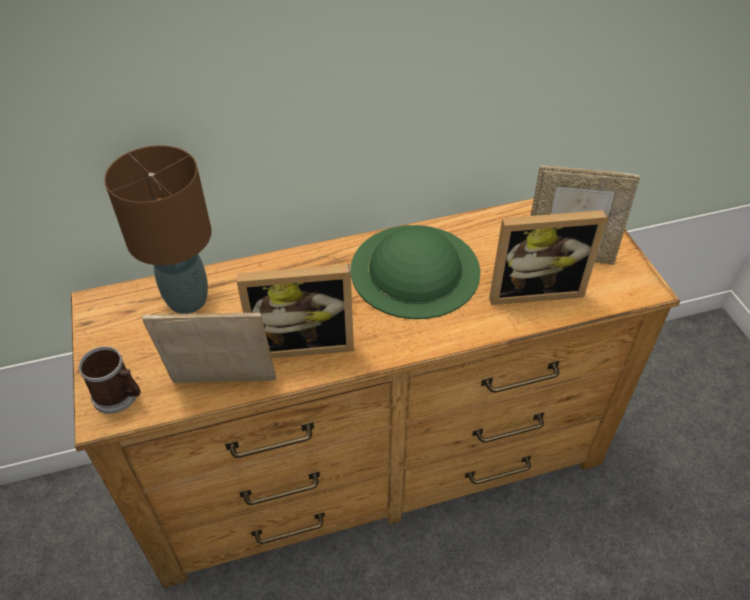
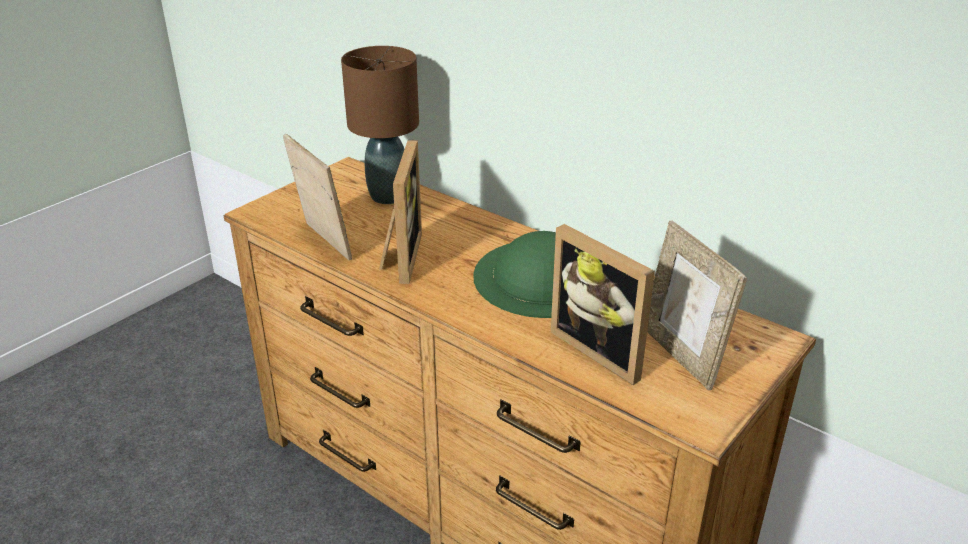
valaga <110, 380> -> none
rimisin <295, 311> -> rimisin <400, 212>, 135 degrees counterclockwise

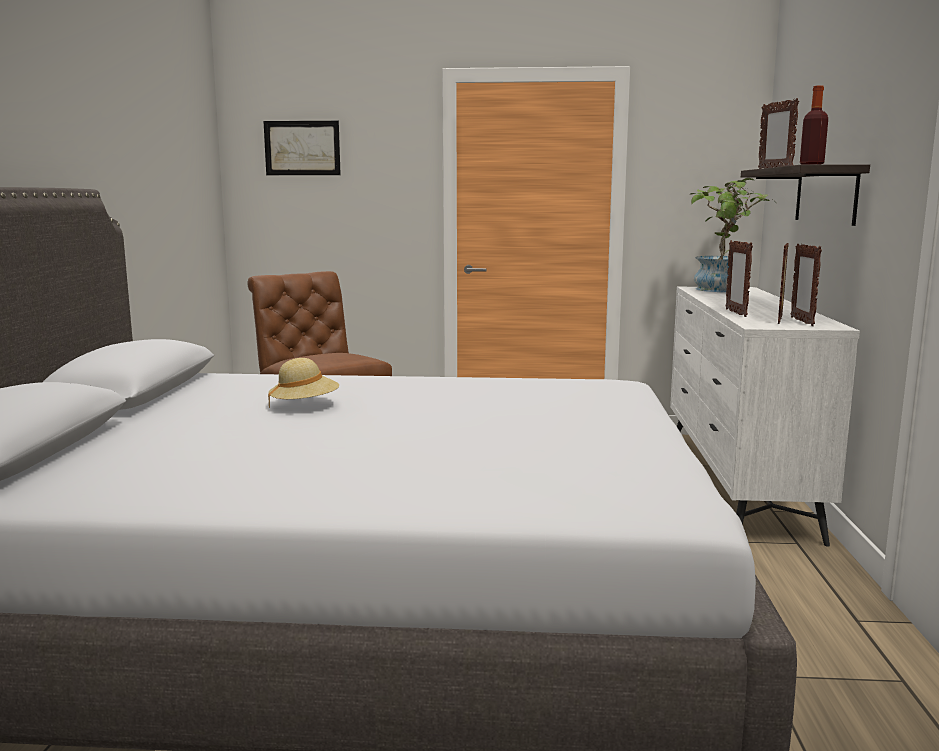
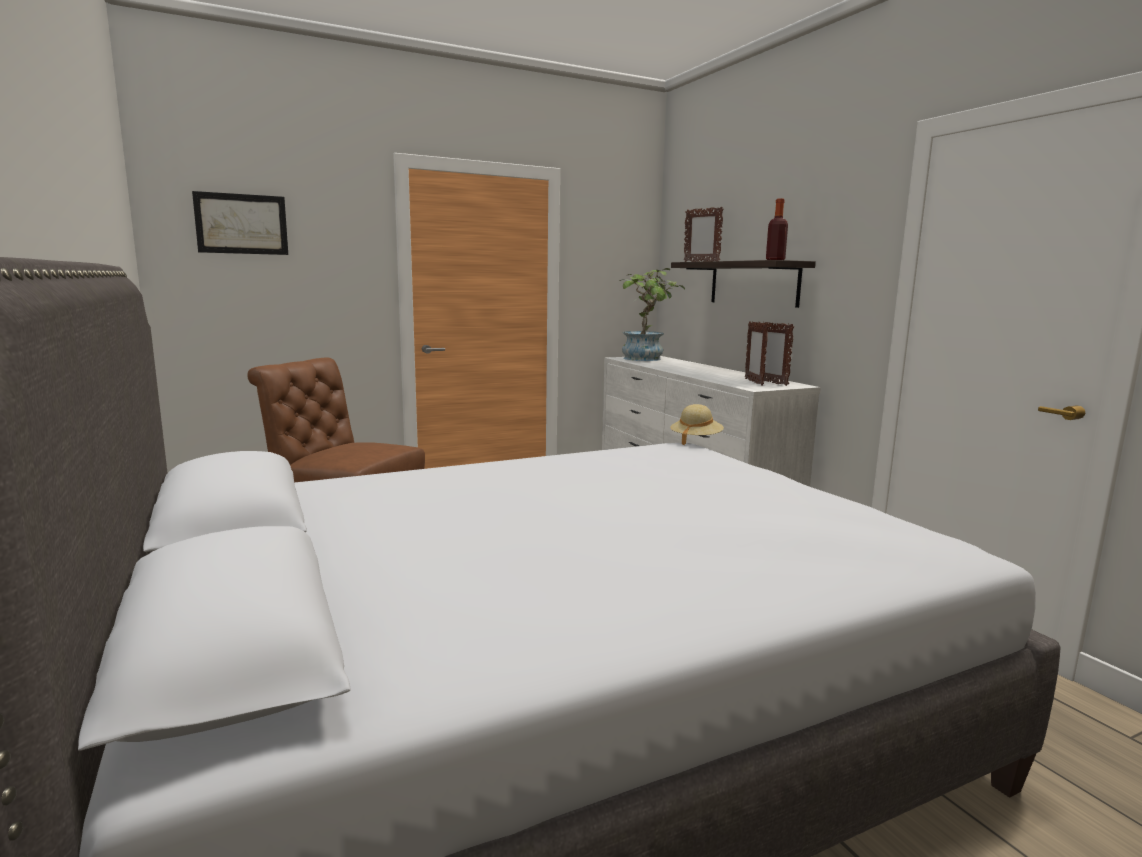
rimisin <739, 278> -> none
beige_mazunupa <303, 383> -> beige_mazunupa <697, 424>, moved

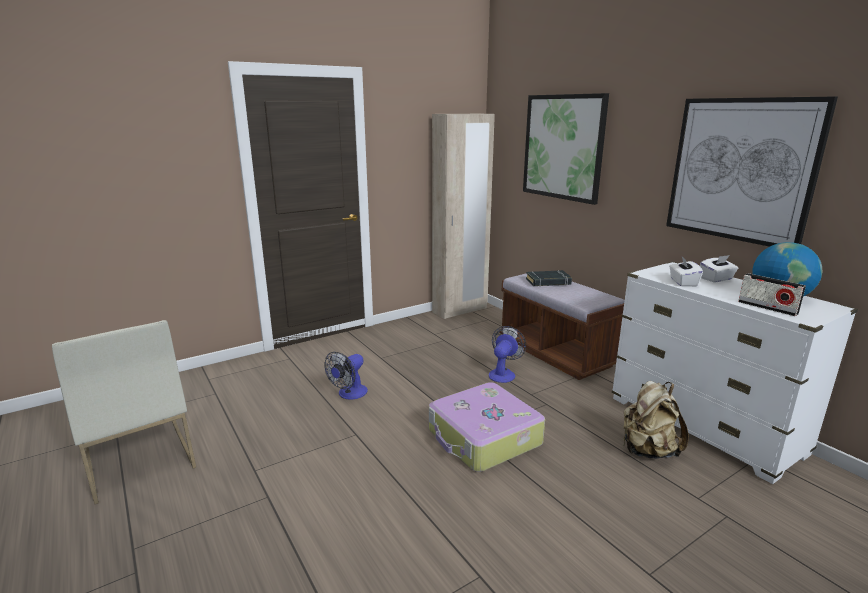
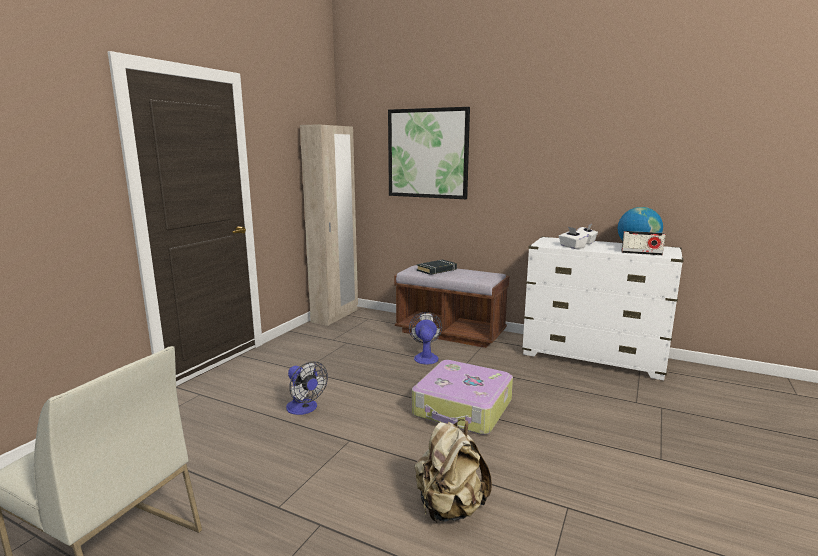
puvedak <752, 172> -> none
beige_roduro <656, 420> -> beige_roduro <453, 470>, moved
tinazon <346, 376> -> tinazon <307, 388>, 45 degrees counterclockwise

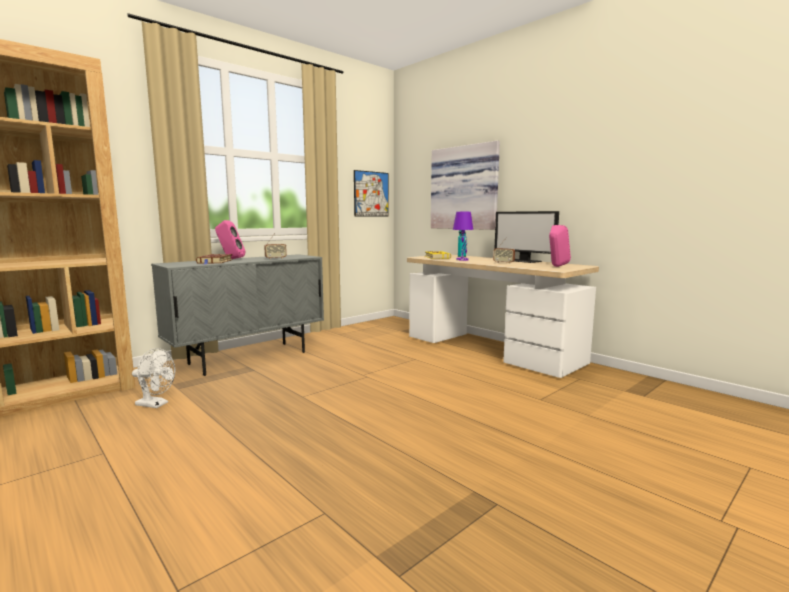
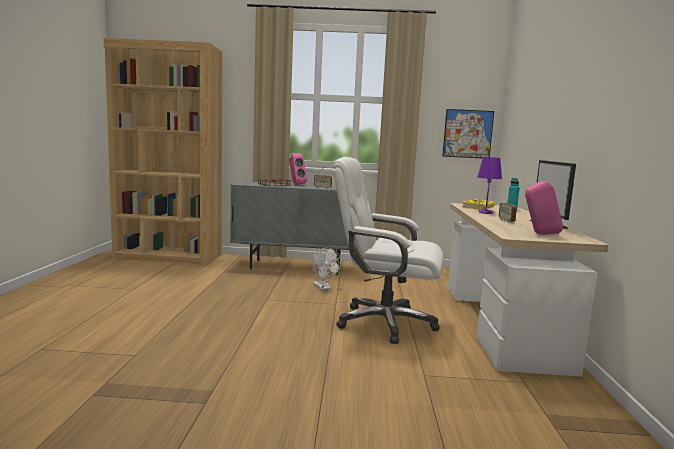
puvedak <465, 185> -> none
none -> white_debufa <388, 250>
white_tinazon <153, 378> -> white_tinazon <326, 269>, moved

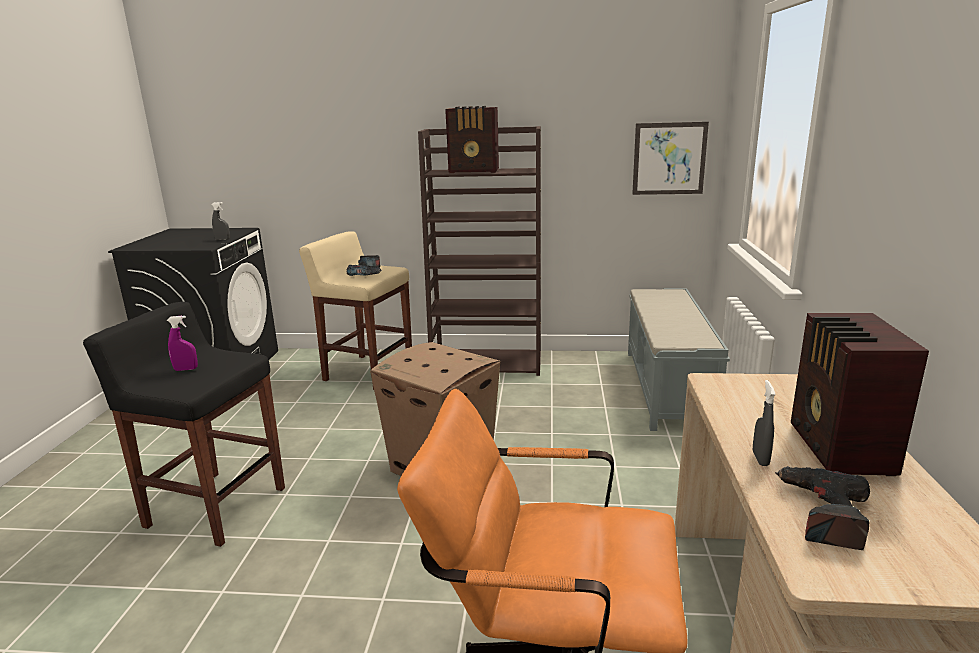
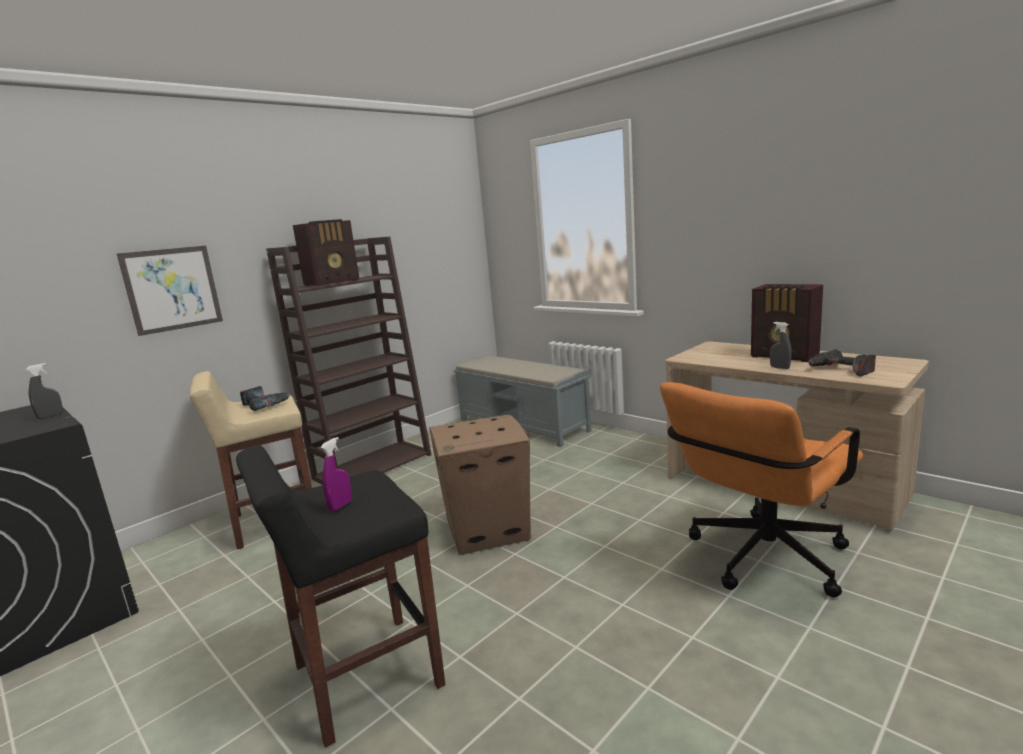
puvedak <670, 158> -> puvedak <170, 291>, moved

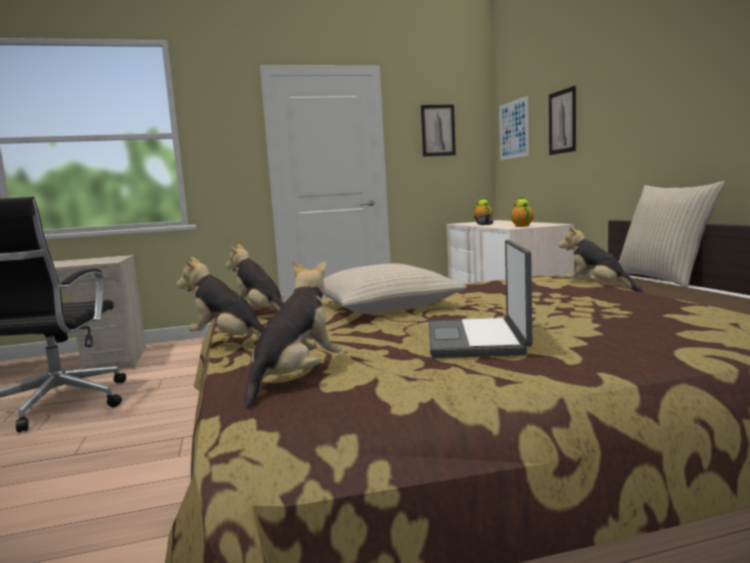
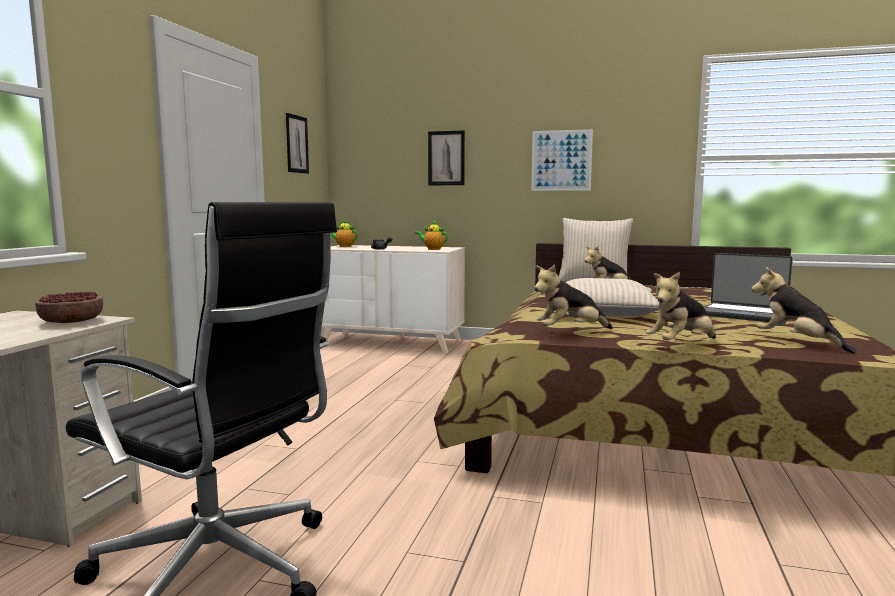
none -> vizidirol <69, 307>
puvedak <514, 128> -> puvedak <562, 160>, moved

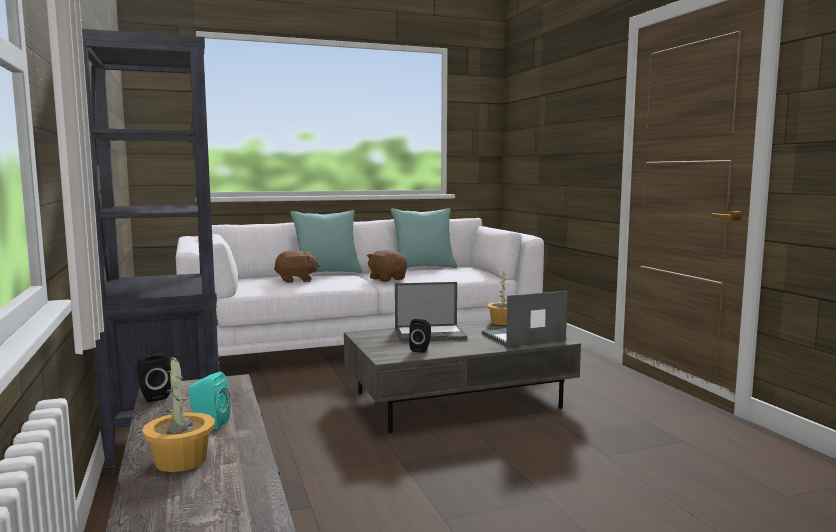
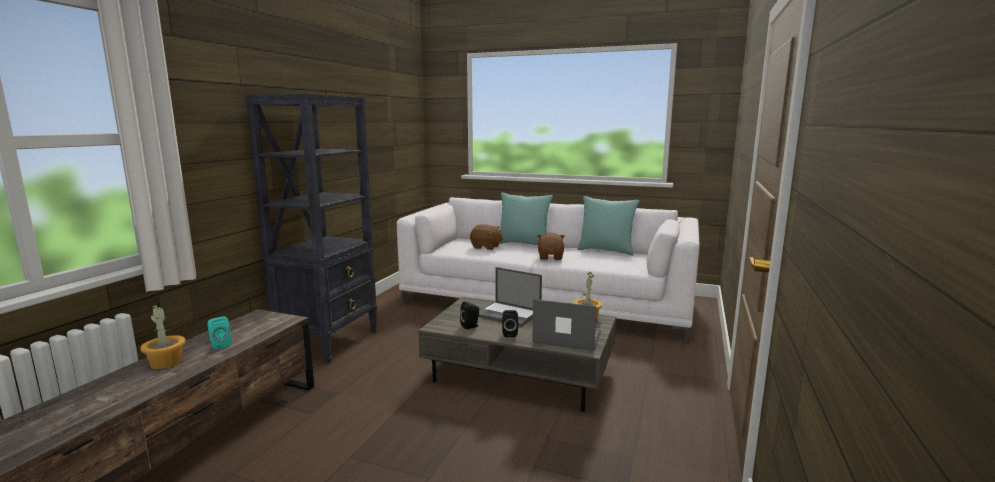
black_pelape <154, 377> -> black_pelape <510, 323>, moved

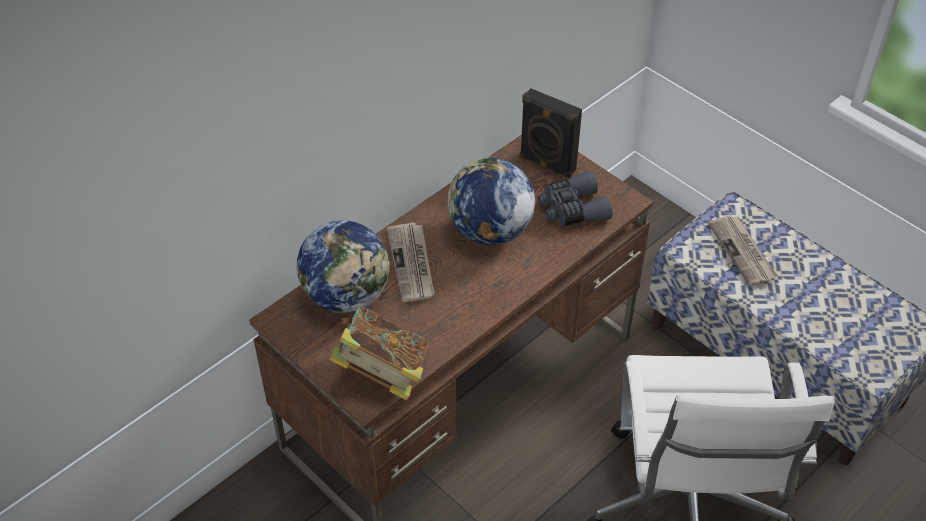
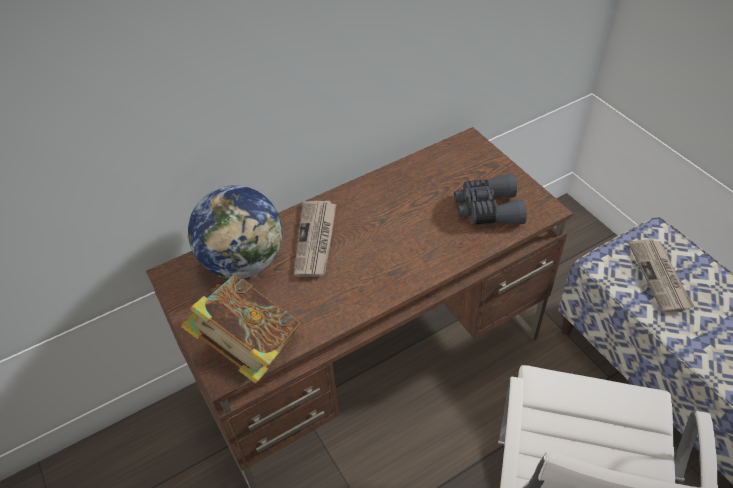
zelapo <491, 201> -> none
black_pelape <551, 133> -> none

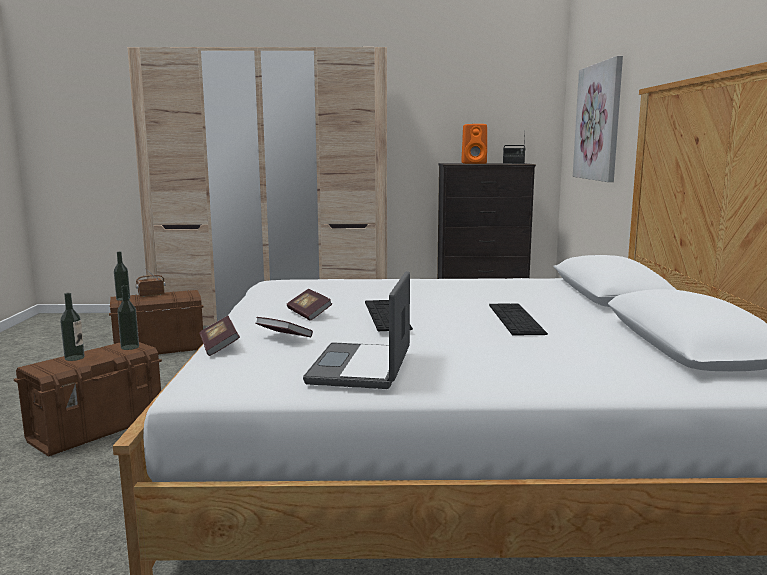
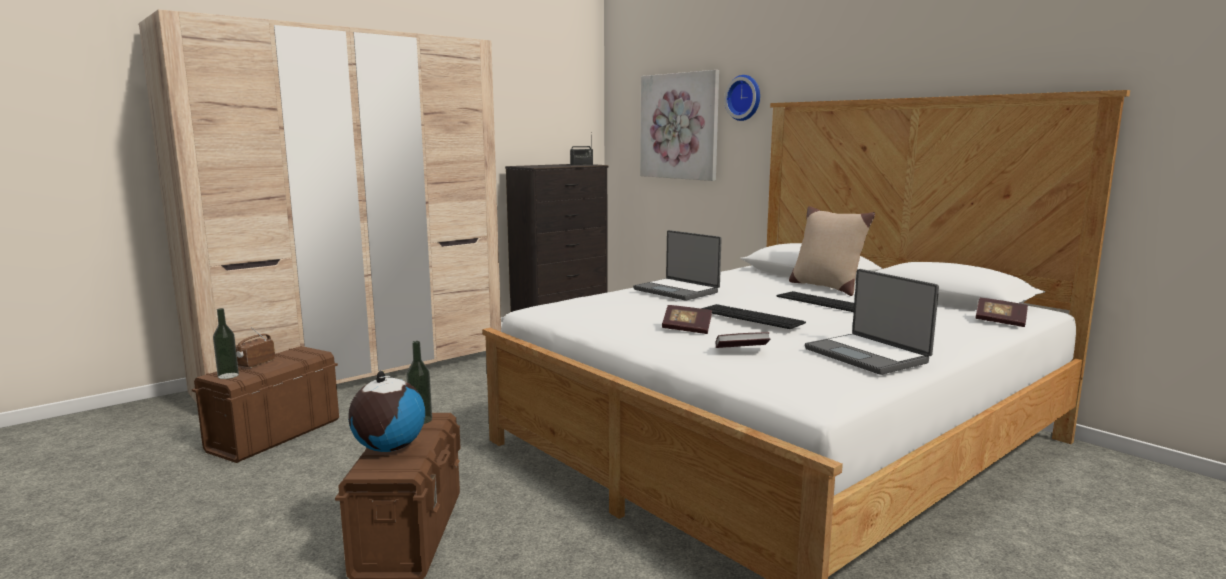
orange_pelape <474, 144> -> none
none -> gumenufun <677, 265>
none -> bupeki <742, 98>
none -> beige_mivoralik <832, 251>
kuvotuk <219, 336> -> kuvotuk <1001, 312>, moved
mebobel <72, 327> -> zelapo <386, 411>

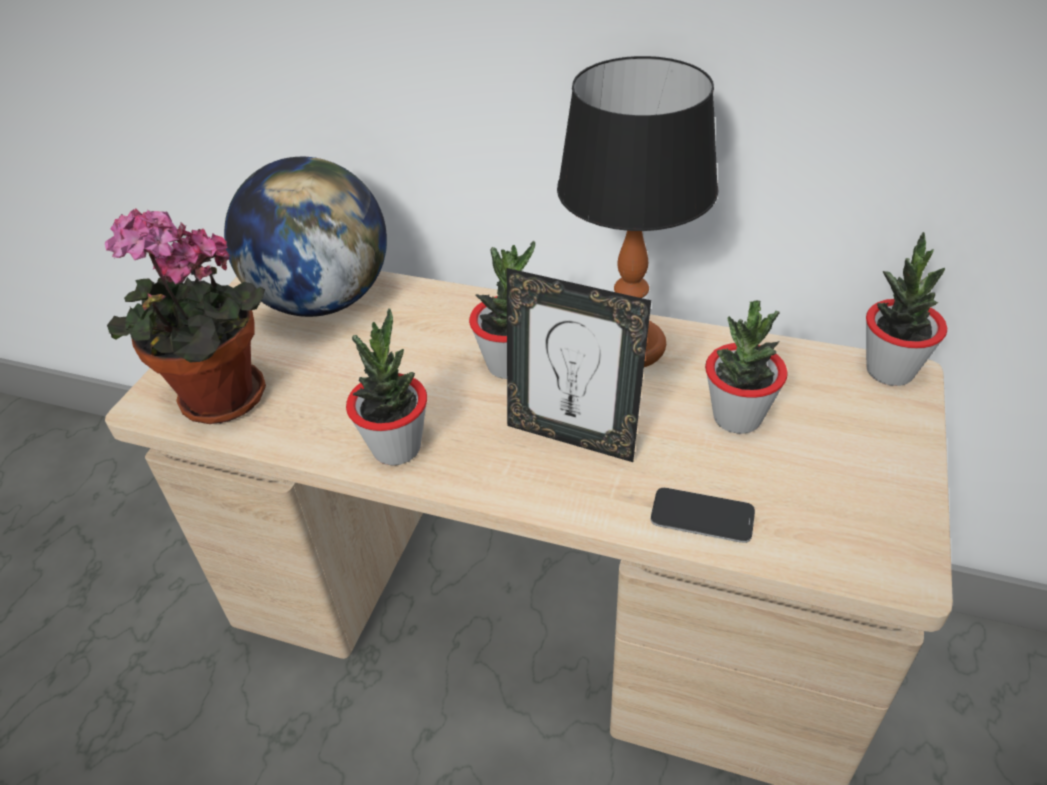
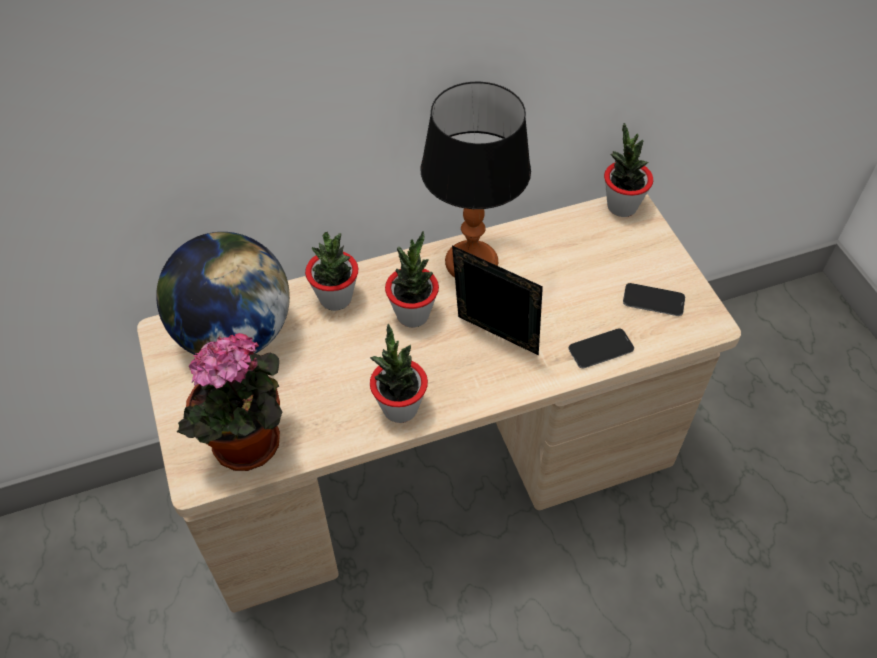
none -> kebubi <654, 299>
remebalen <746, 367> -> remebalen <331, 271>, moved
rimisin <579, 365> -> rimisin <497, 300>, 135 degrees counterclockwise

